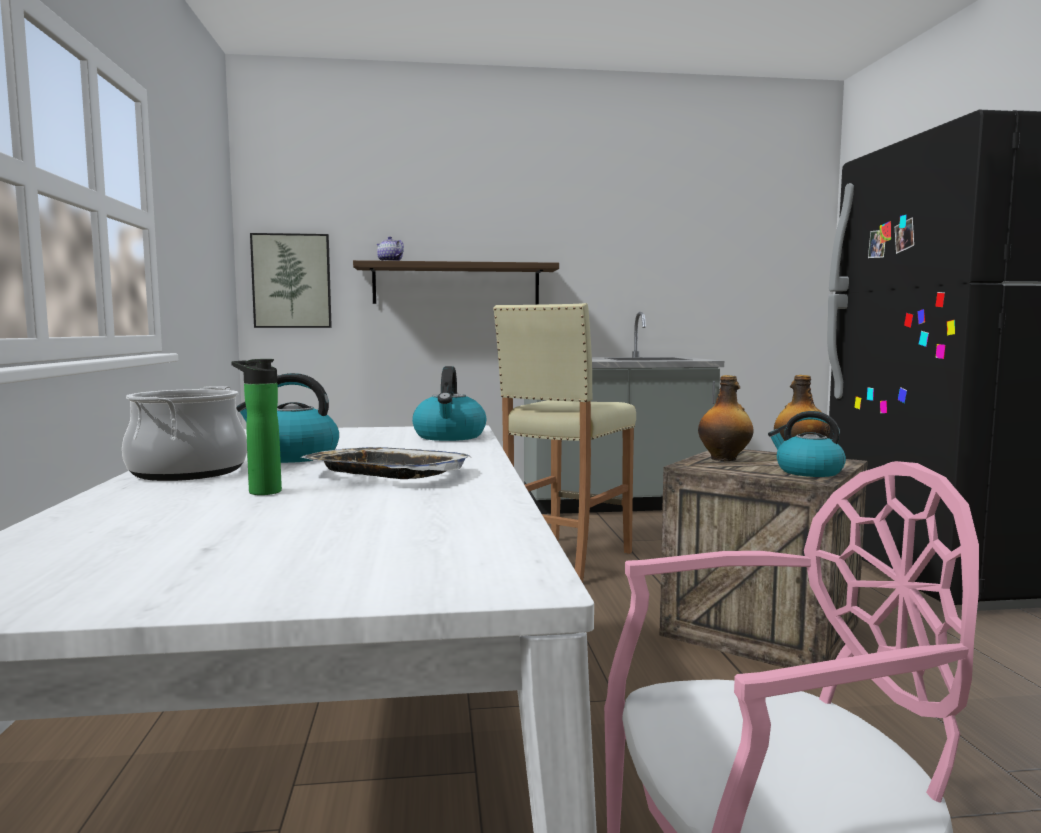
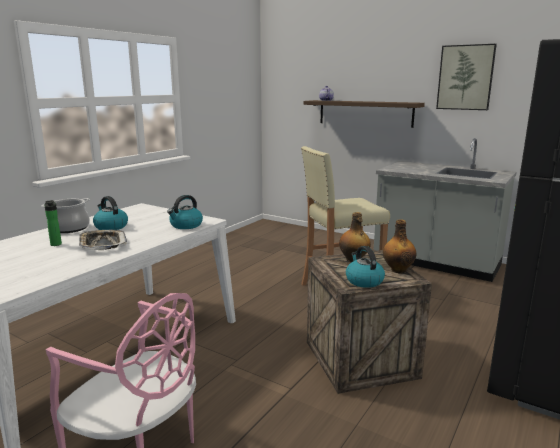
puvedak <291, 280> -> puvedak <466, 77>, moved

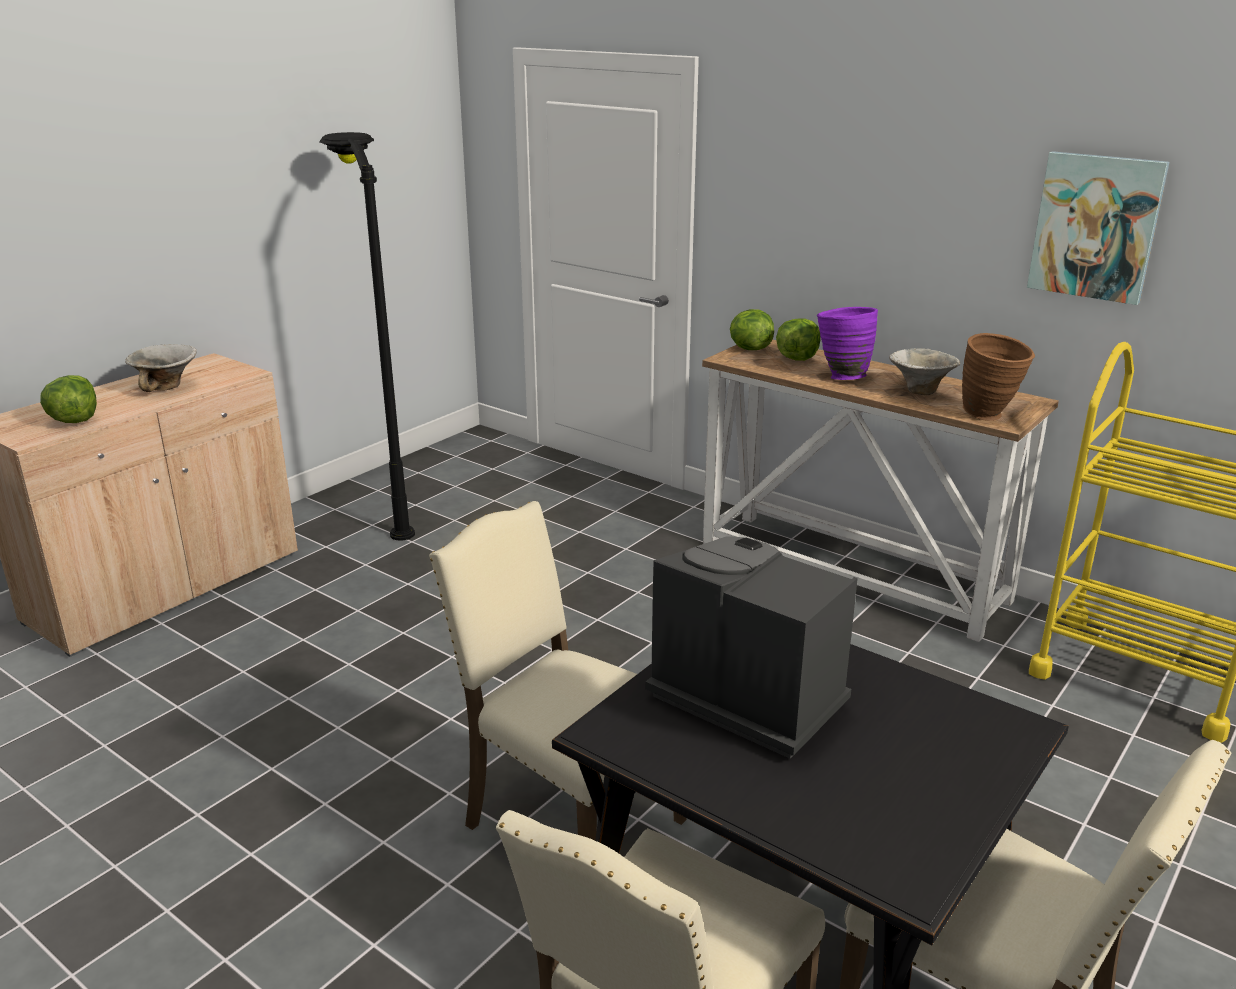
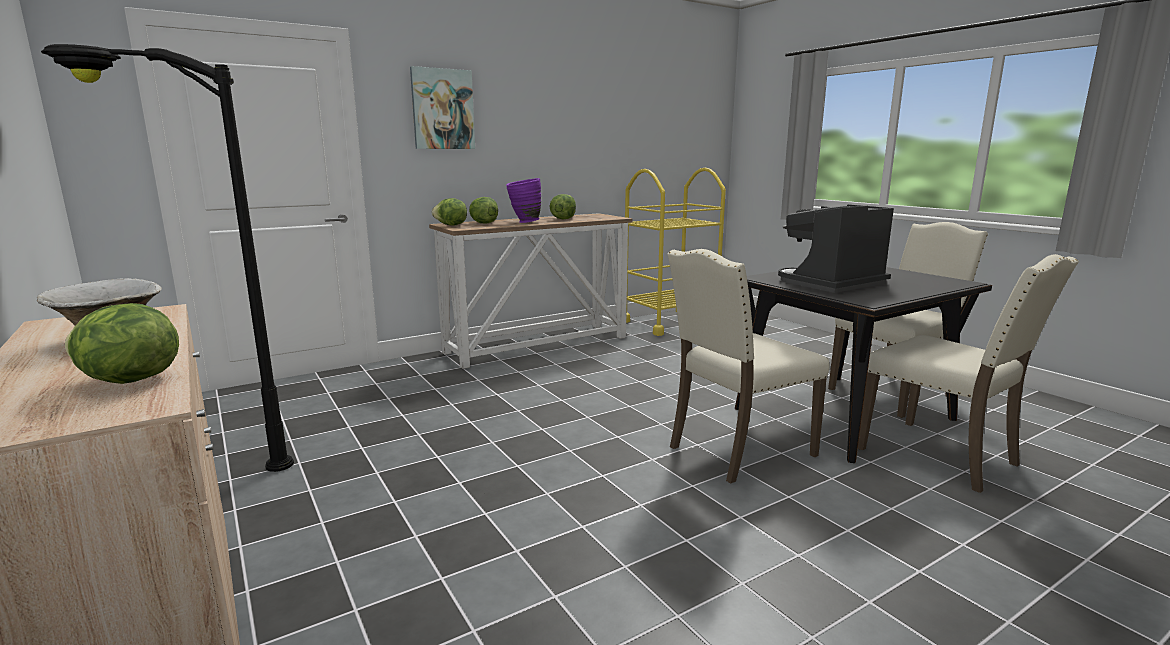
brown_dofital <998, 377> -> none
puvedak <1098, 228> -> puvedak <442, 107>, moved
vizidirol <924, 371> -> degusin <562, 206>

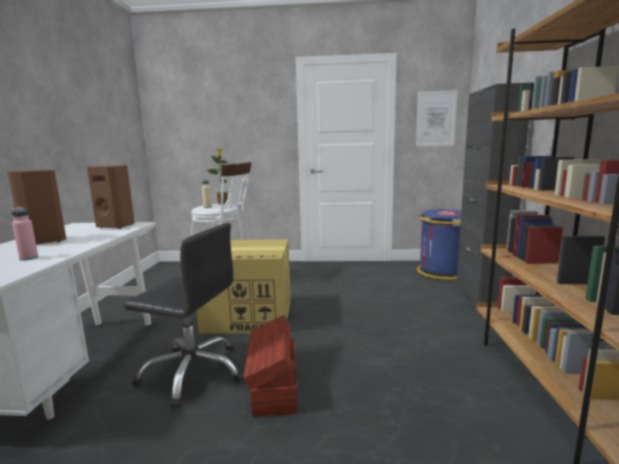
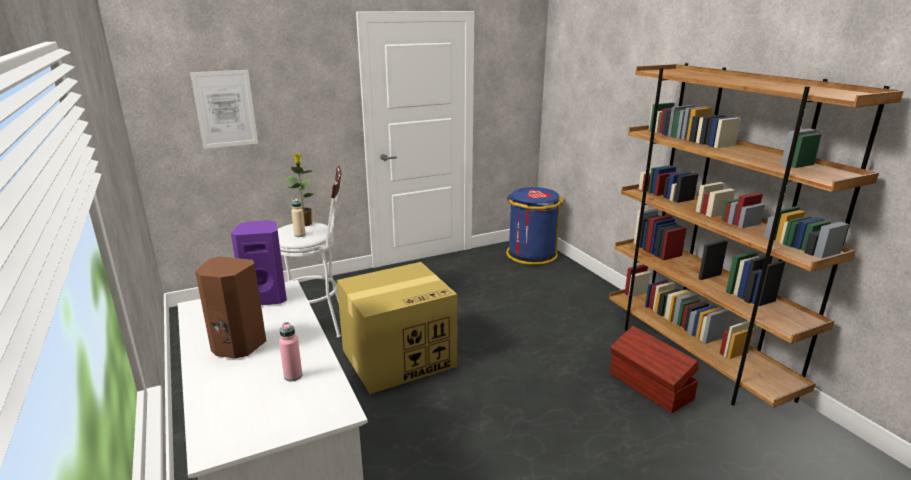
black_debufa <183, 316> -> none
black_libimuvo <493, 195> -> none
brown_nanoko <270, 365> -> brown_nanoko <654, 369>, moved
puvedak <436, 118> -> puvedak <224, 109>, moved
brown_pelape <111, 197> -> purple_pelape <259, 262>

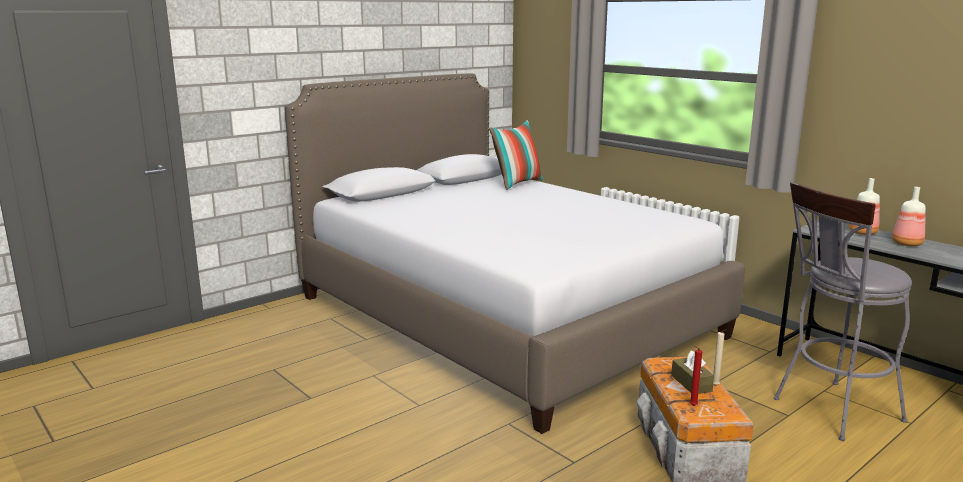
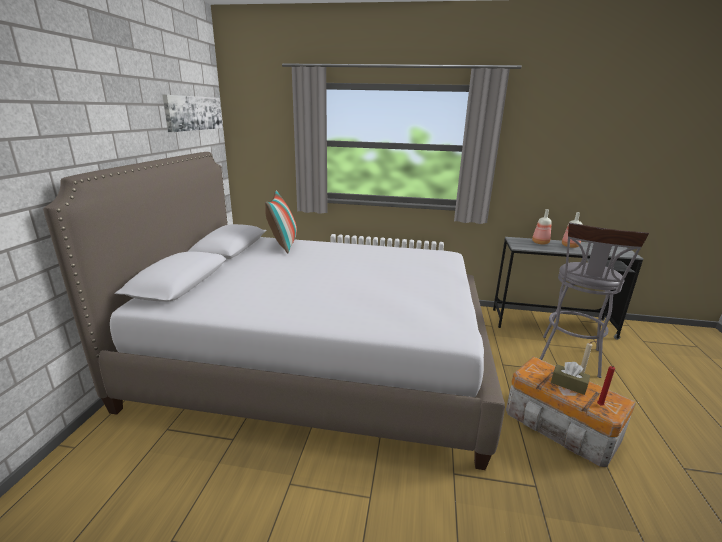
none -> puvedak <192, 113>

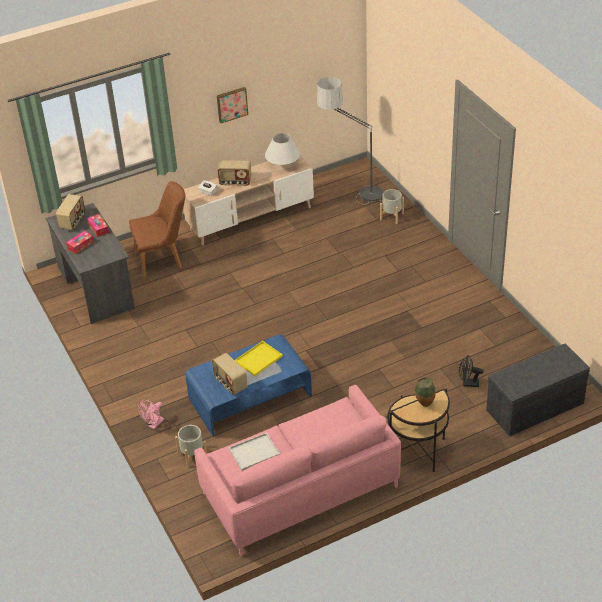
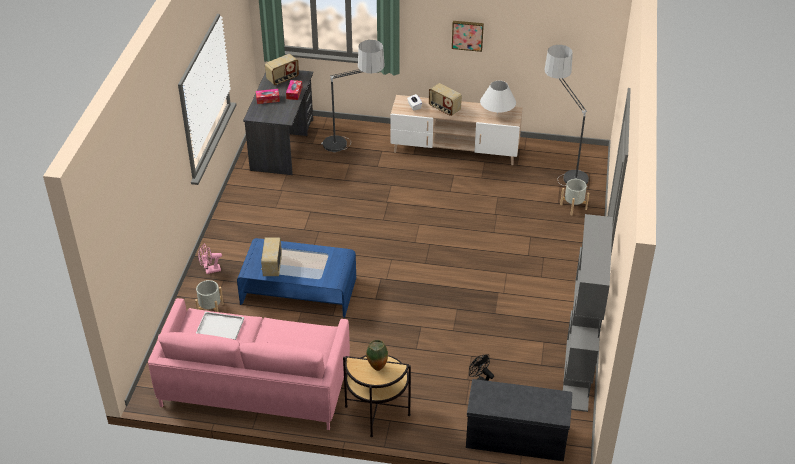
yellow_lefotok <259, 358> -> none
none -> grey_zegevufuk <588, 313>
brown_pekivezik <157, 230> -> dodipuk <353, 96>

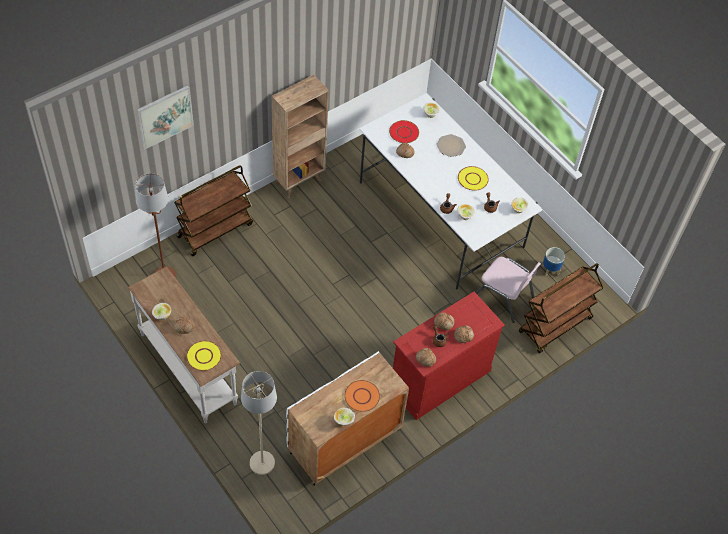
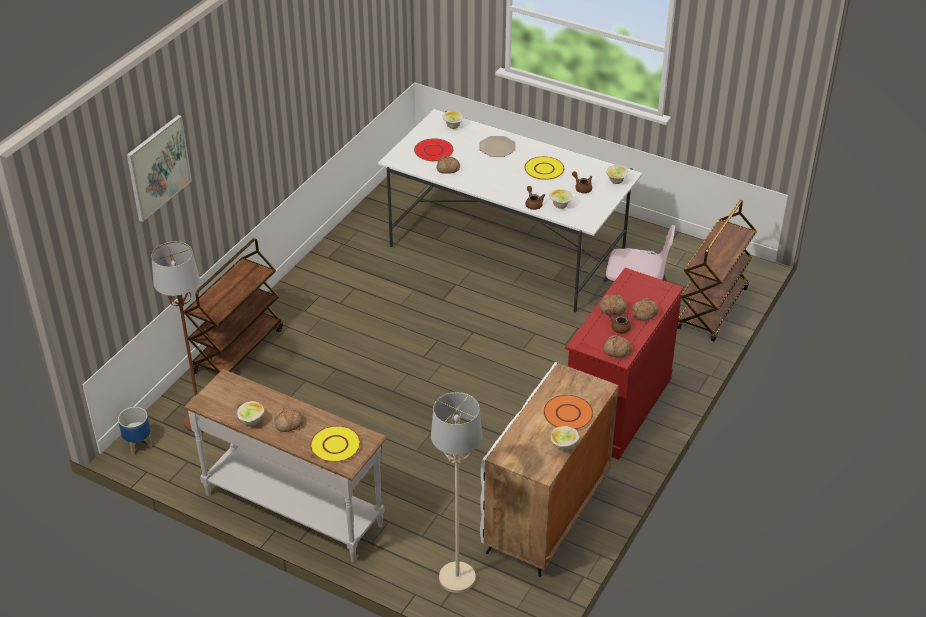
brown_zegevufuk <300, 136> -> none
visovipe <553, 261> -> visovipe <135, 431>, moved

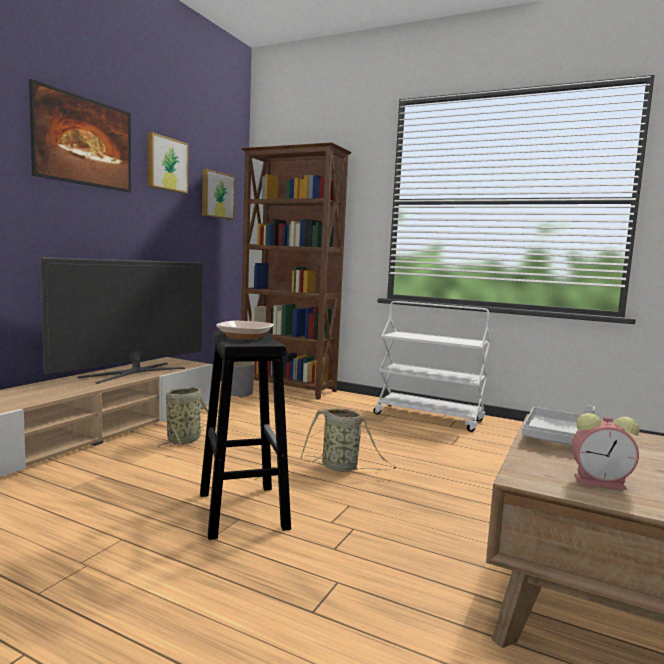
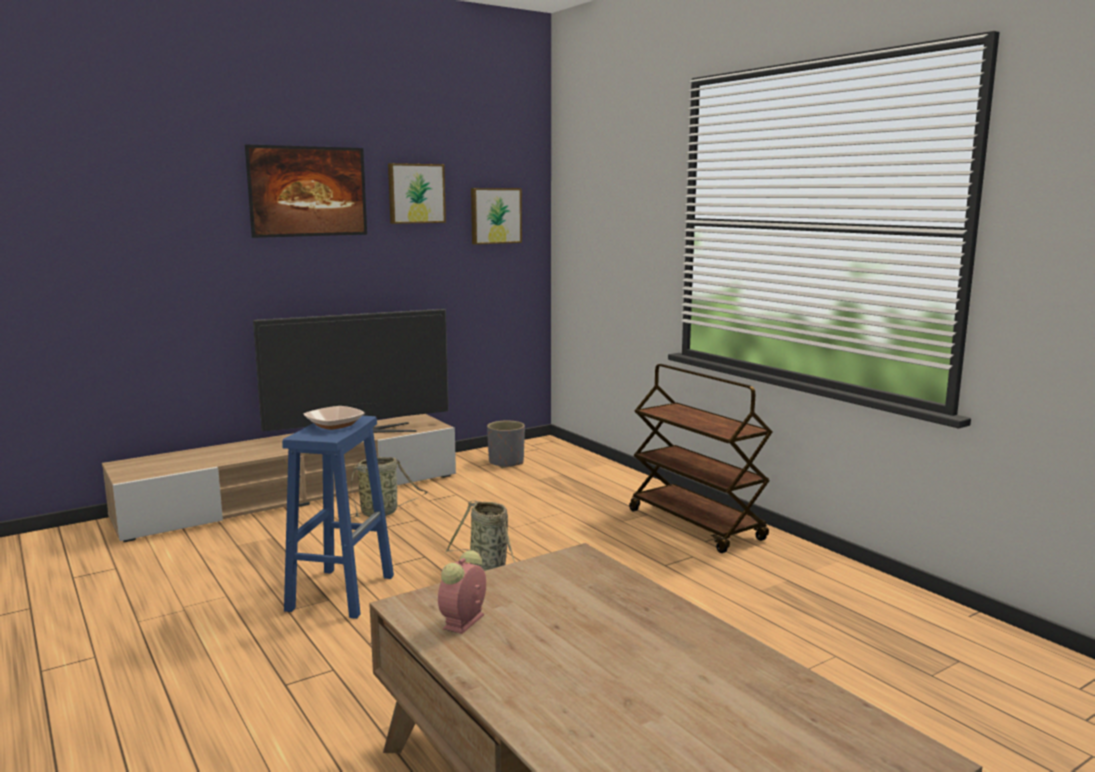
brown_zegevufuk <296, 271> -> none
grey_lefotok <558, 425> -> none
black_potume <245, 435> -> blue_potume <338, 517>
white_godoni <431, 366> -> brown_godoni <701, 458>
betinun <605, 451> -> betinun <462, 592>, 75 degrees clockwise

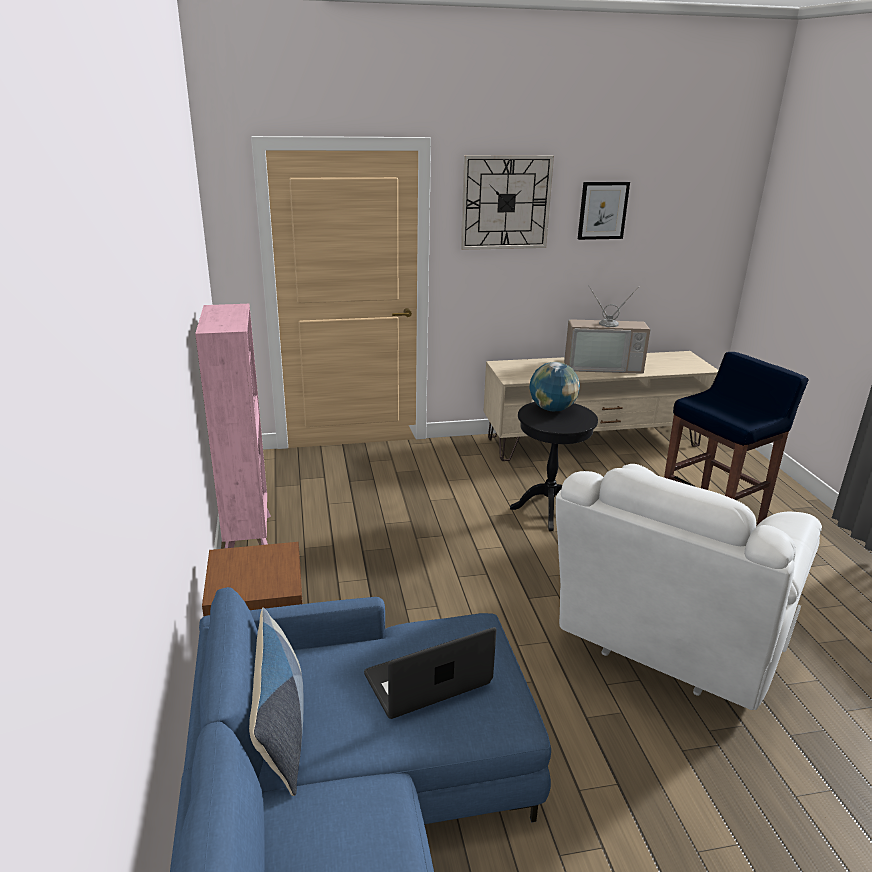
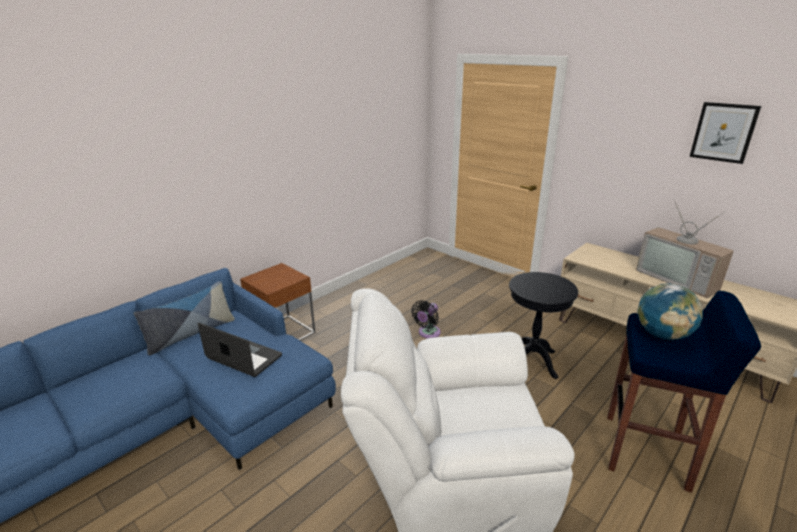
pink_zegevufuk <233, 426> -> none
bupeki <507, 202> -> none
none -> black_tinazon <426, 319>
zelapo <554, 386> -> zelapo <670, 311>, moved

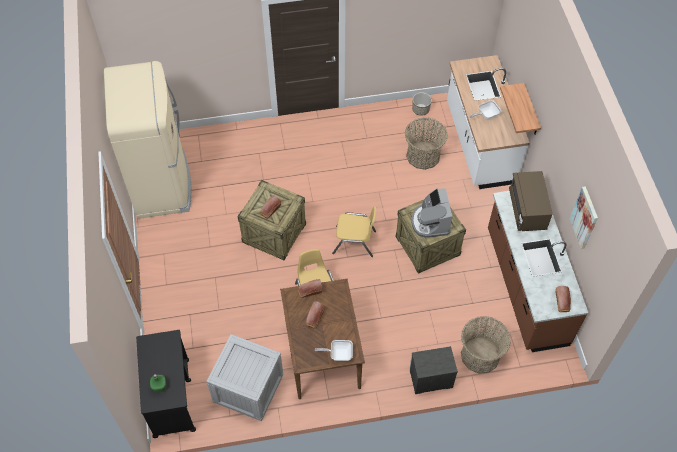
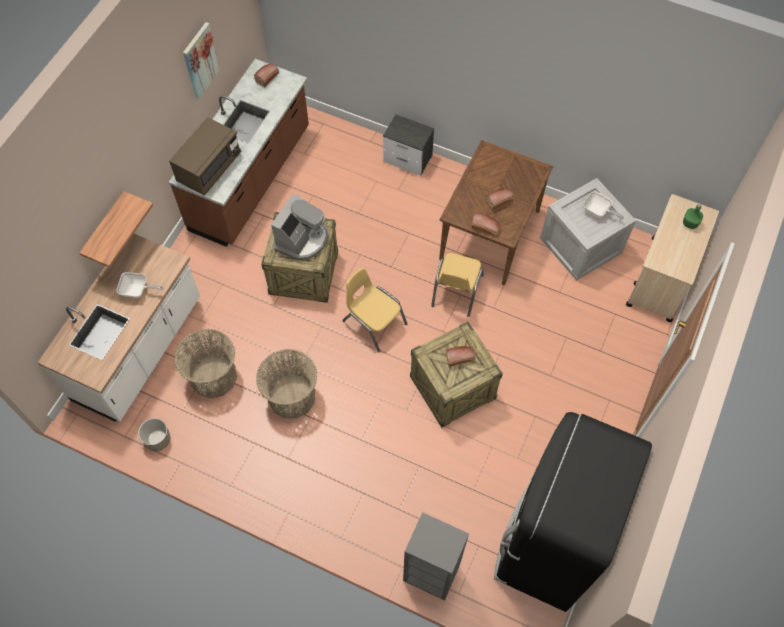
none -> grey_zegevufuk <436, 556>
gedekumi <334, 350> -> gedekumi <603, 205>, moved
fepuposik <486, 345> -> fepuposik <286, 383>, moved
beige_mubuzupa <148, 140> -> black_mubuzupa <573, 512>
black_godoni <166, 384> -> beige_godoni <672, 258>

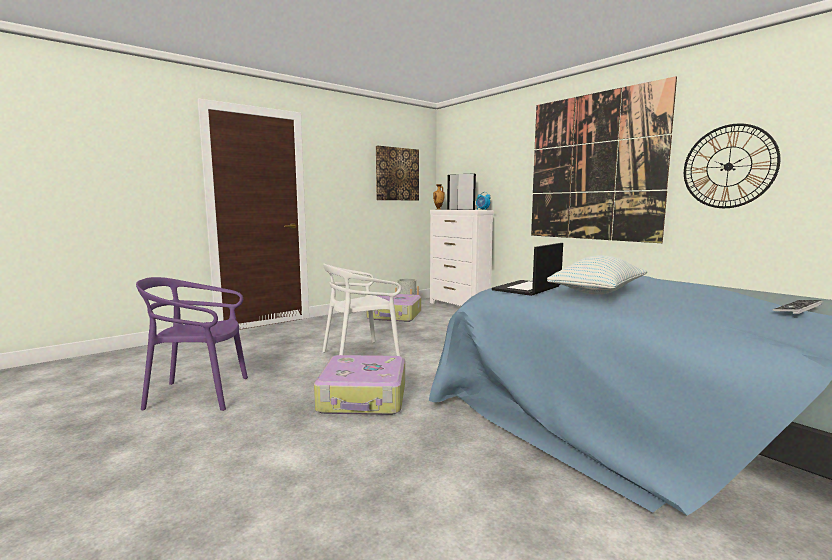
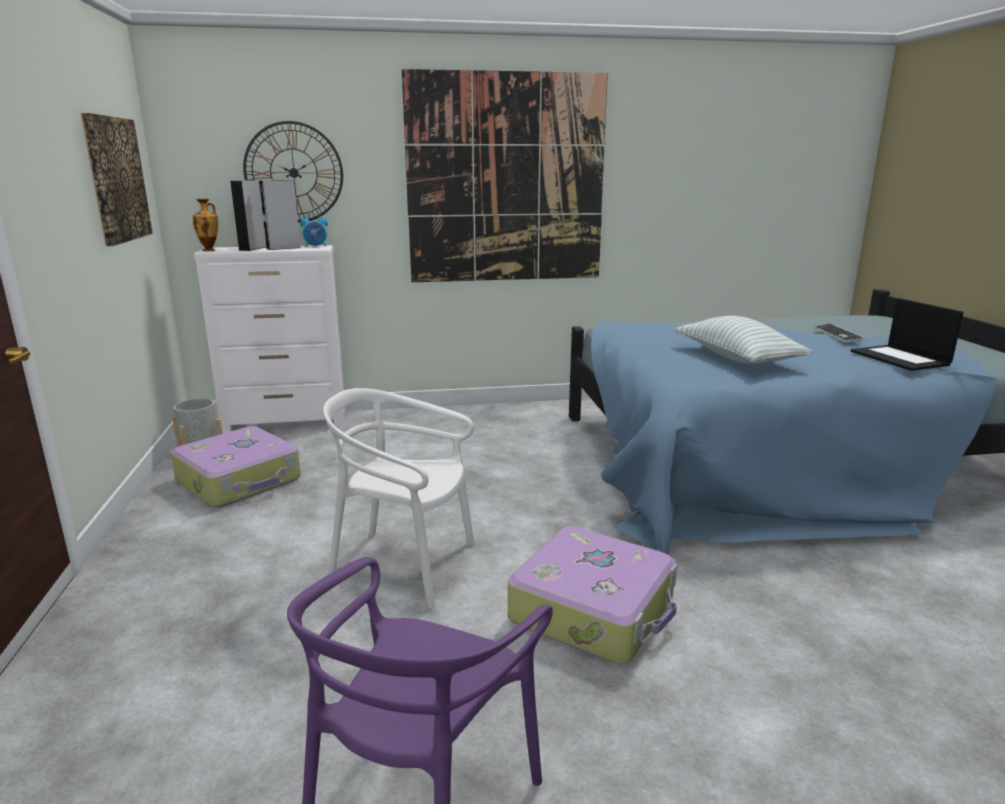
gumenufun <527, 269> -> gumenufun <907, 334>, moved
bupeki <732, 166> -> bupeki <293, 172>, moved
white_pekivezik <361, 310> -> white_pekivezik <399, 498>, 105 degrees clockwise

